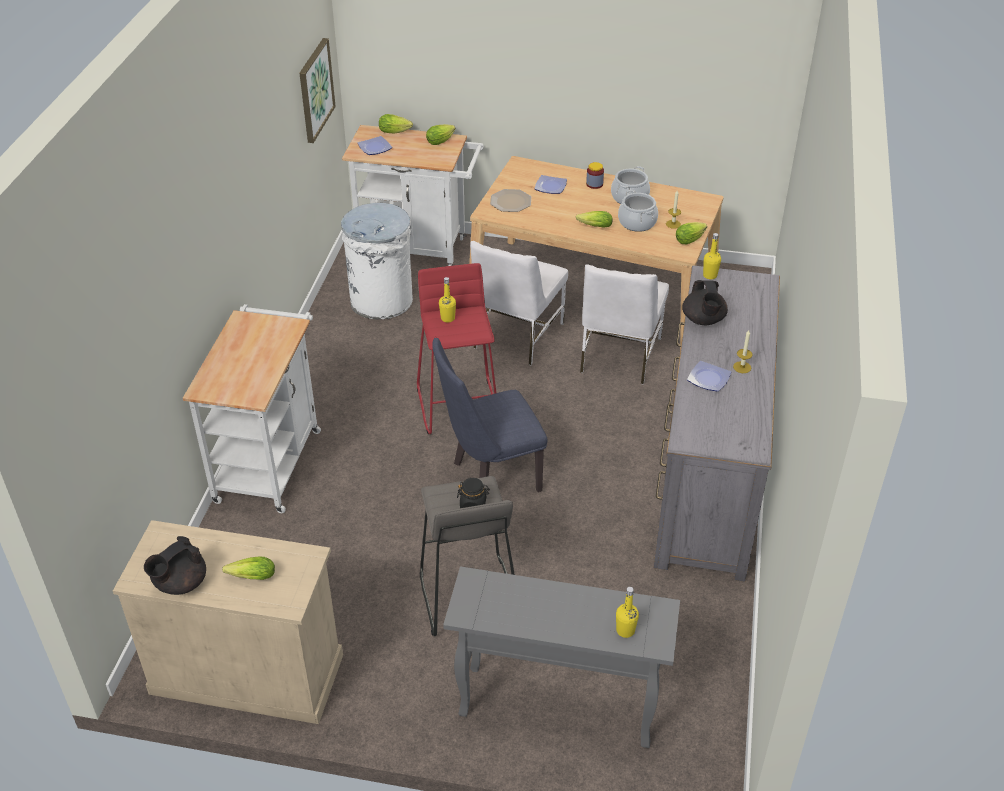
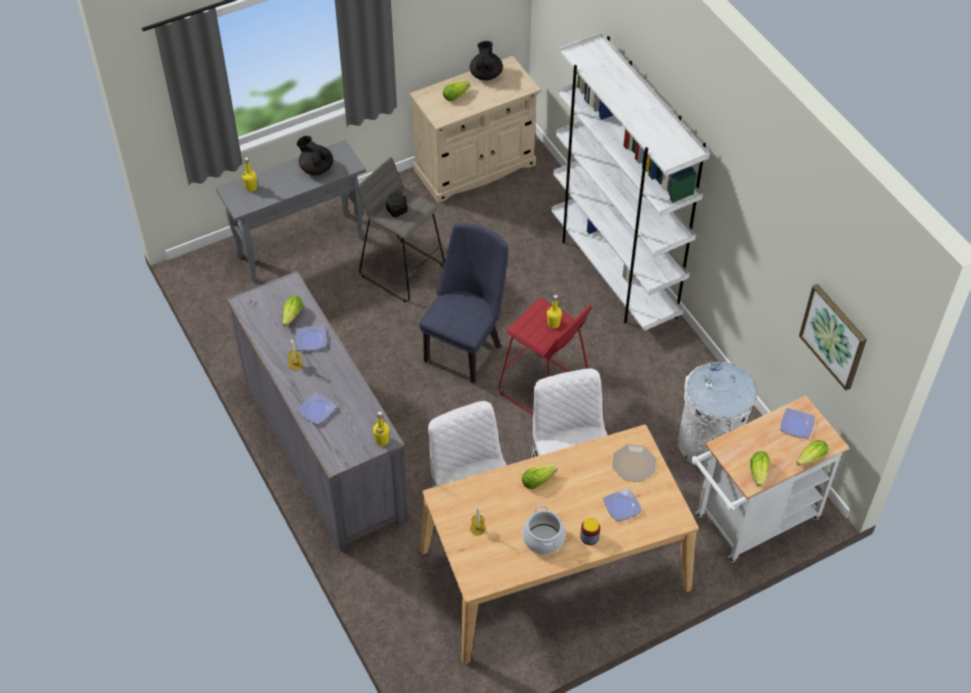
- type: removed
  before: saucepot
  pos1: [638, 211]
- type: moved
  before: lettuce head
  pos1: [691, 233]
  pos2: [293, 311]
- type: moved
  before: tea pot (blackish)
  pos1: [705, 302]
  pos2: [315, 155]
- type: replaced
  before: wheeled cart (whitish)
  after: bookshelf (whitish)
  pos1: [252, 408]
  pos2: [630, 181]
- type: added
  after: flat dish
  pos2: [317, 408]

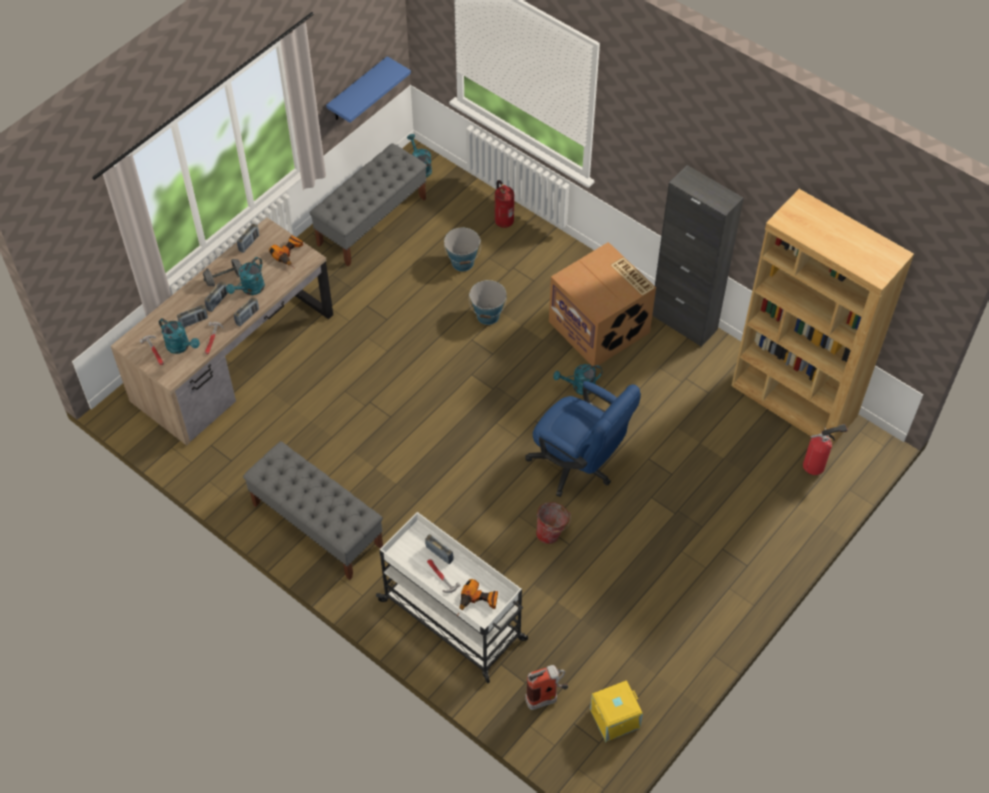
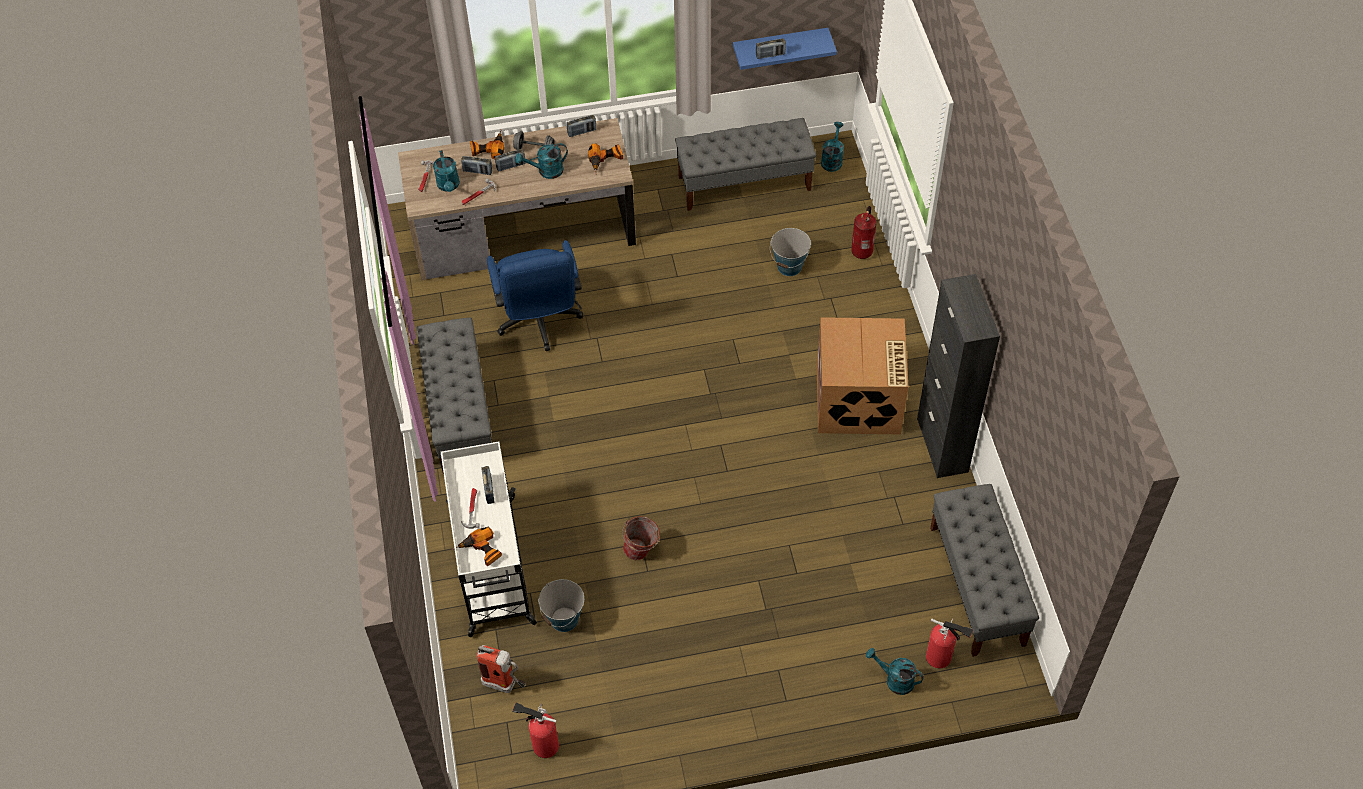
- type: replaced
  before: bookshelf (brown)
  after: long seat (gray)
  pos1: [822, 317]
  pos2: [984, 570]
- type: moved
  before: bucket
  pos1: [488, 302]
  pos2: [561, 605]
- type: moved
  before: radio
  pos1: [246, 311]
  pos2: [771, 48]
- type: moved
  before: watering can (blue-green)
  pos1: [578, 379]
  pos2: [895, 671]
- type: moved
  before: computer chair (blue)
  pos1: [583, 439]
  pos2: [535, 295]
- type: replaced
  before: storage box (yellow)
  after: fire-fighting cylinder
  pos1: [616, 711]
  pos2: [536, 730]
- type: added
  after: drill
  pos2: [487, 145]

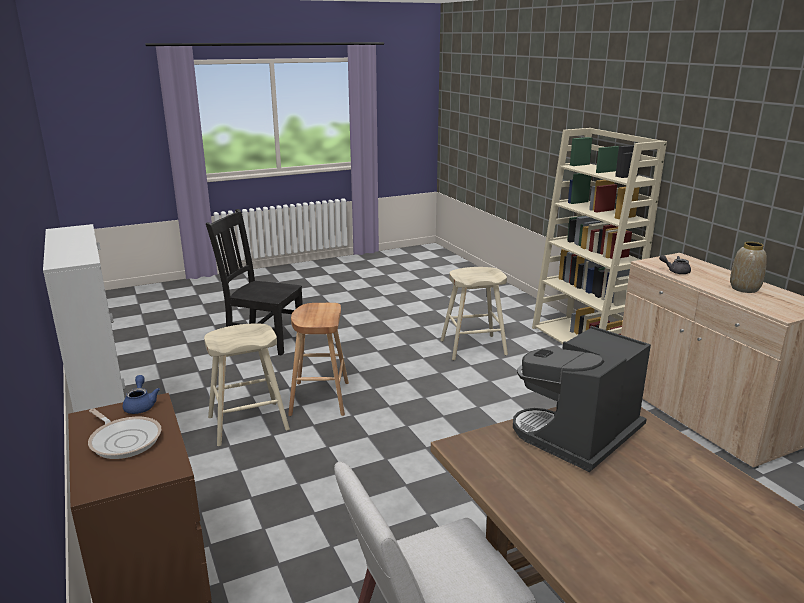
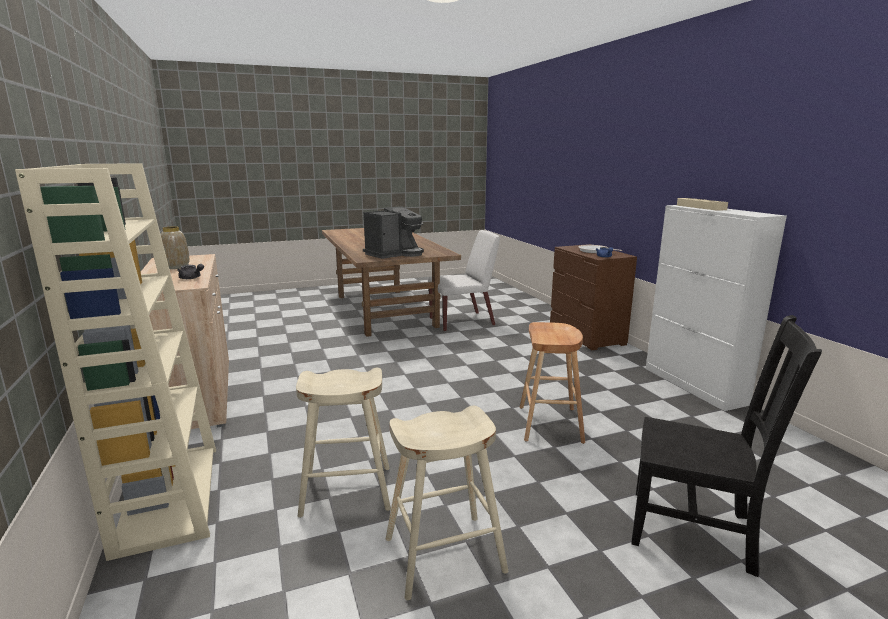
- type: moved
  before: stool seat (beige)
  pos1: [247, 385]
  pos2: [447, 503]
- type: added
  after: serving tray (beige)
  pos2: [702, 204]

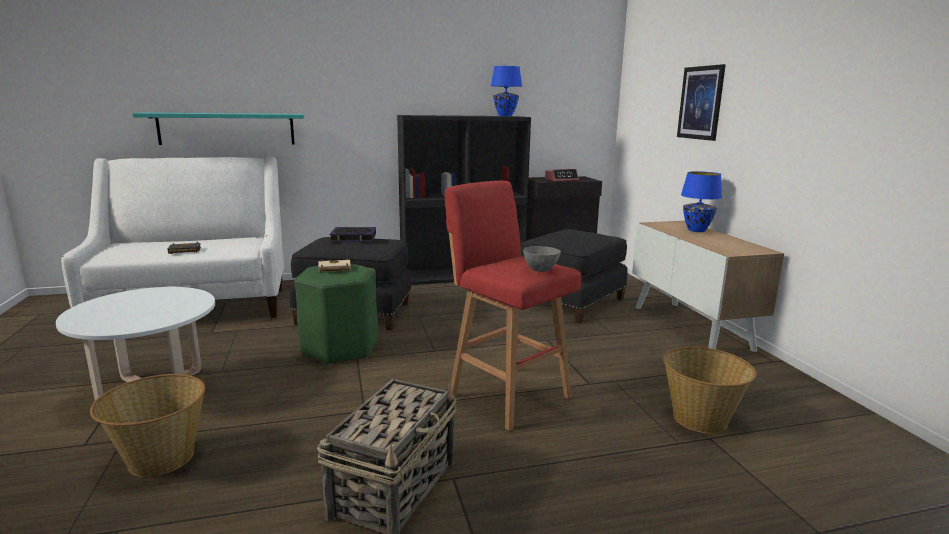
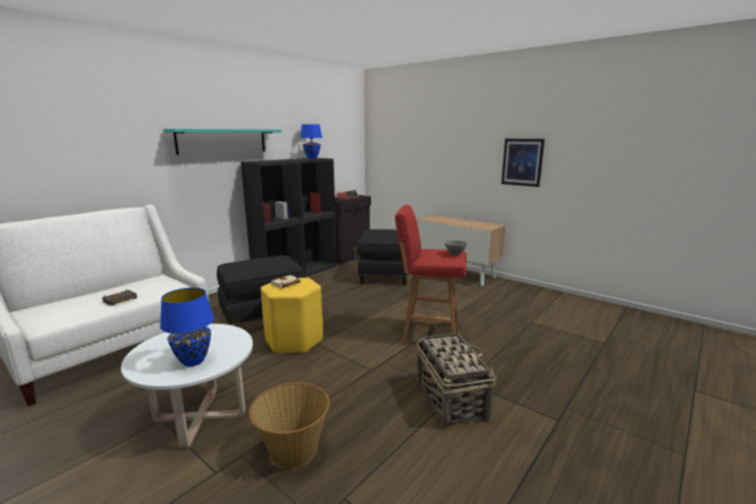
- type: moved
  before: picture
  pos1: [701, 102]
  pos2: [523, 163]
- type: moved
  before: bracket shelf (blue-green)
  pos1: [218, 129]
  pos2: [222, 142]
- type: moved
  before: table lamp (blue)
  pos1: [701, 201]
  pos2: [187, 327]
- type: removed
  before: book
  pos1: [353, 234]
- type: recoloured
  before: stool seat (green)
  after: stool seat (yellow)
  pos1: [336, 314]
  pos2: [292, 316]
- type: removed
  before: household basket
  pos1: [710, 390]

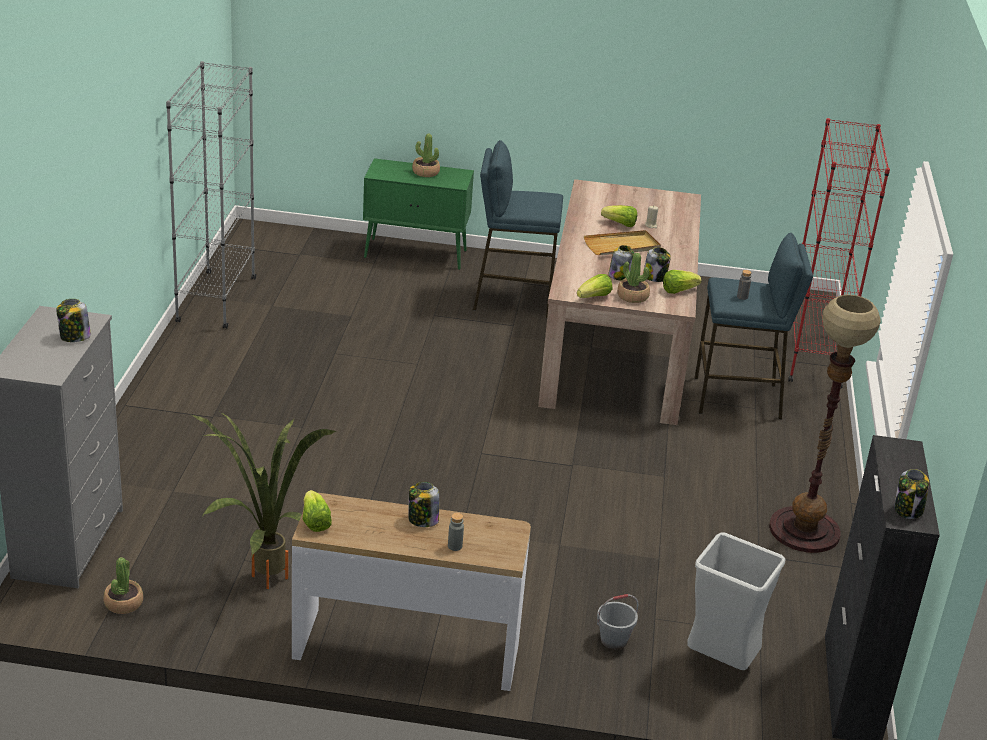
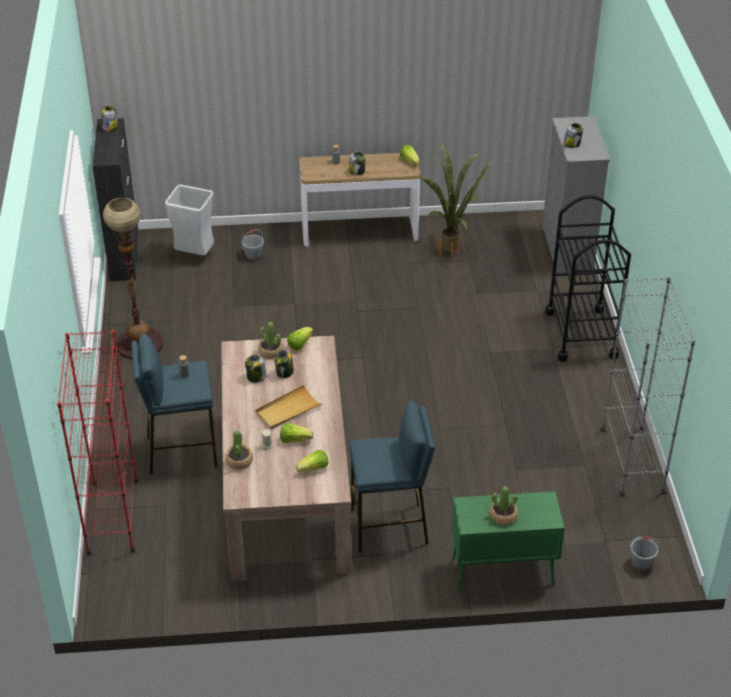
- type: moved
  before: lettuce head
  pos1: [682, 282]
  pos2: [312, 461]
- type: moved
  before: houseplant
  pos1: [123, 585]
  pos2: [239, 450]
- type: added
  after: wheeled cart (blackish)
  pos2: [588, 278]
- type: added
  after: bucket (gray)
  pos2: [645, 553]

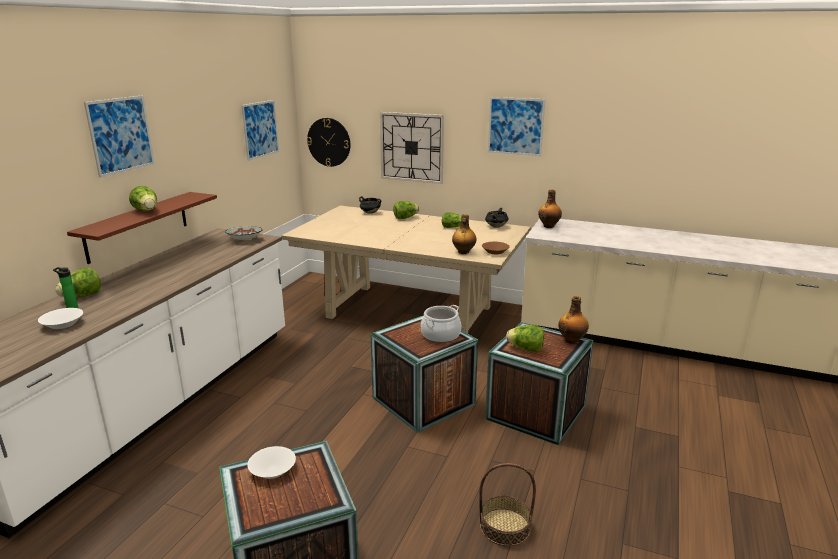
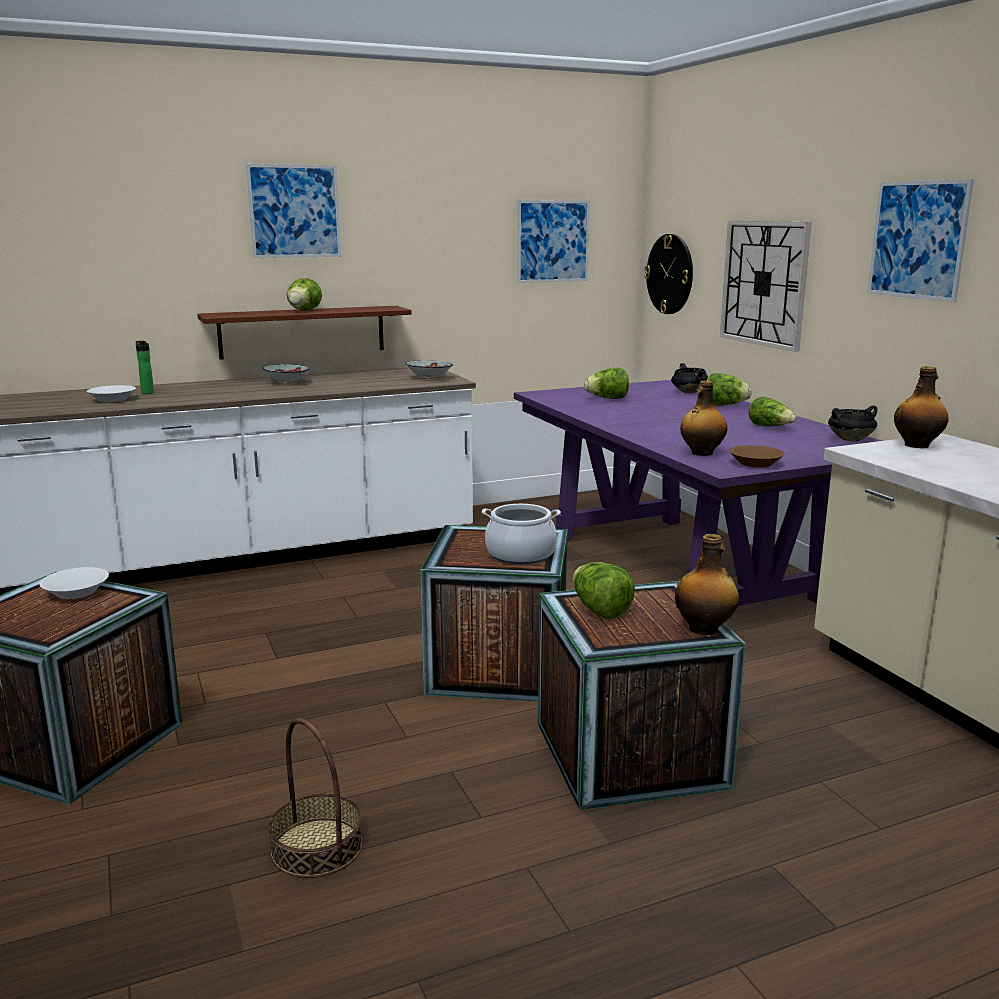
- type: recoloured
  before: kitchen table (beige)
  after: kitchen table (purple-coloured)
  pos1: [406, 269]
  pos2: [698, 493]
- type: moved
  before: lettuce head
  pos1: [78, 282]
  pos2: [606, 383]
- type: added
  after: serving bowl
  pos2: [285, 373]

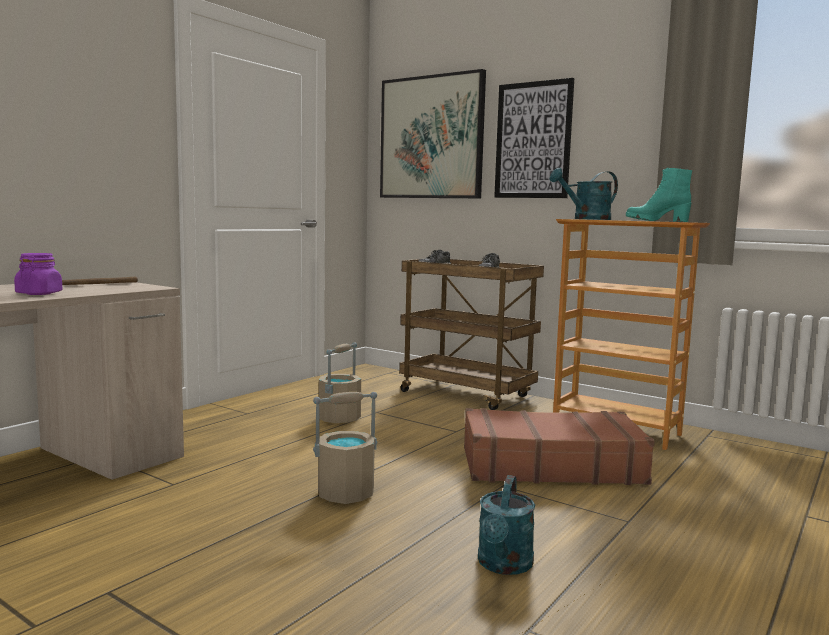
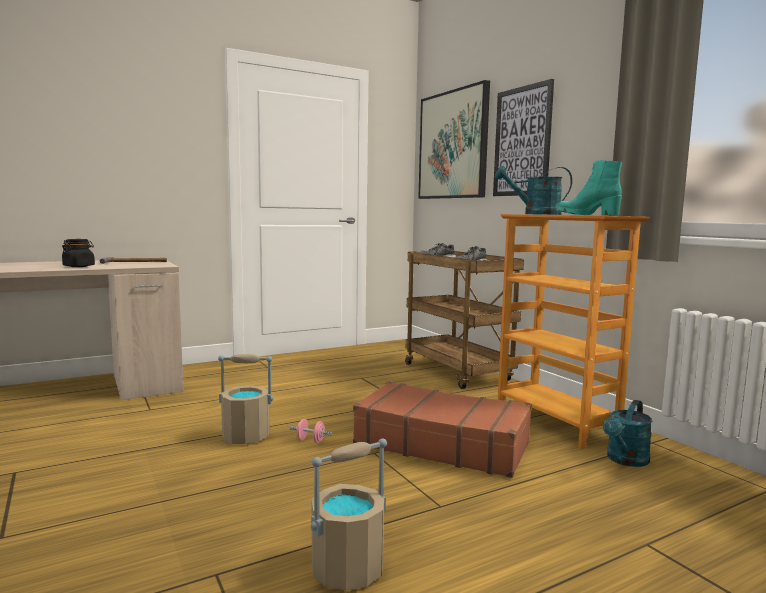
- type: recoloured
  before: storage jar (purple-coloured)
  after: storage jar (blackish)
  pos1: [38, 274]
  pos2: [78, 253]
- type: moved
  before: bucket (beige)
  pos1: [340, 382]
  pos2: [349, 515]
- type: moved
  before: watering can (blue-green)
  pos1: [506, 525]
  pos2: [628, 433]
- type: added
  after: dumbbell (pink)
  pos2: [311, 431]

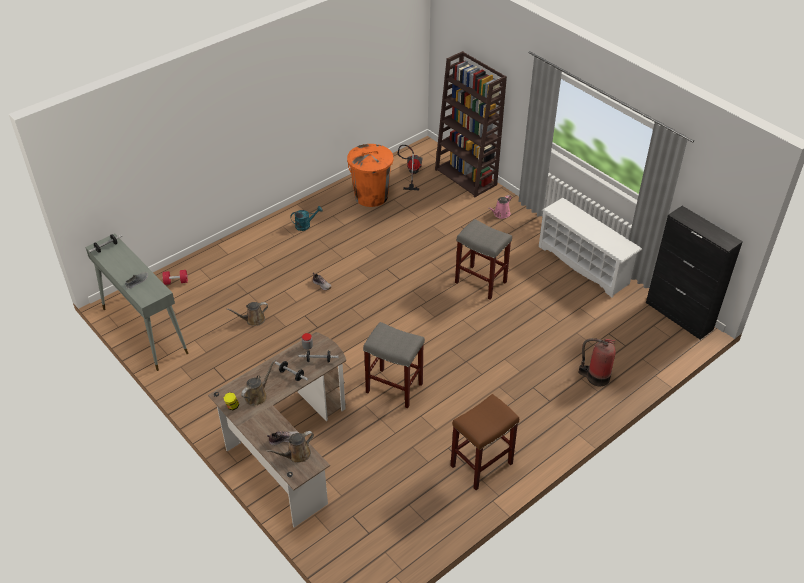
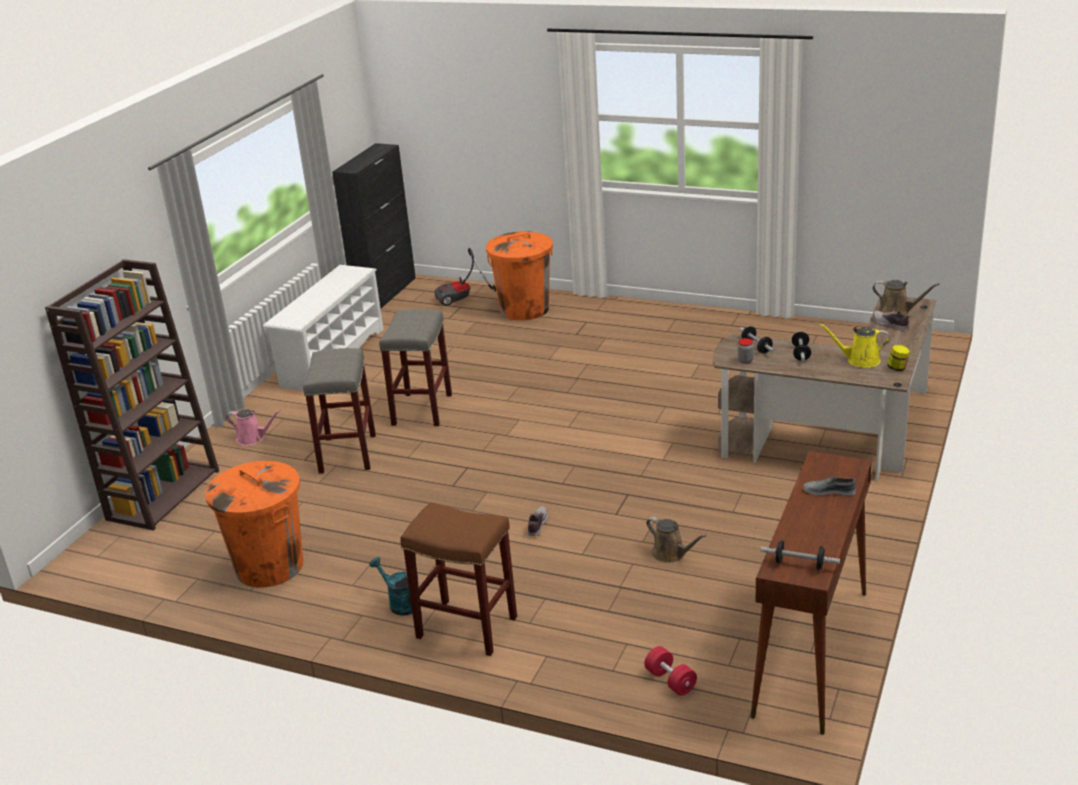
- type: moved
  before: vacuum cleaner
  pos1: [410, 167]
  pos2: [465, 277]
- type: recoloured
  before: hall table (gray)
  after: hall table (brown)
  pos1: [136, 302]
  pos2: [811, 593]
- type: moved
  before: stool seat (gray)
  pos1: [394, 365]
  pos2: [339, 411]
- type: replaced
  before: fire-fighting cylinder
  after: trash can (orangey)
  pos1: [597, 362]
  pos2: [519, 275]
- type: recoloured
  before: watering can (brown)
  after: watering can (yellow)
  pos1: [258, 383]
  pos2: [855, 346]
- type: moved
  before: stool seat (brown)
  pos1: [484, 442]
  pos2: [458, 579]

